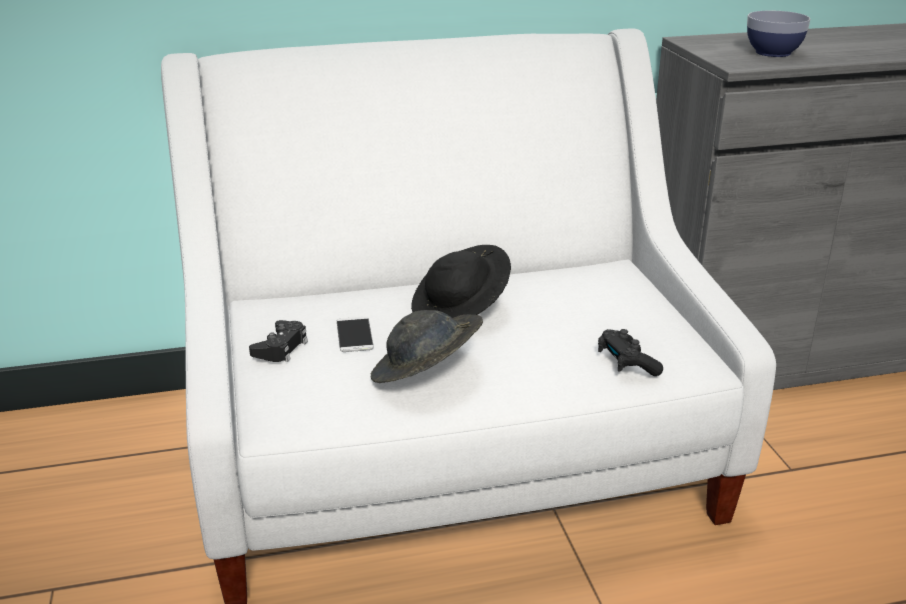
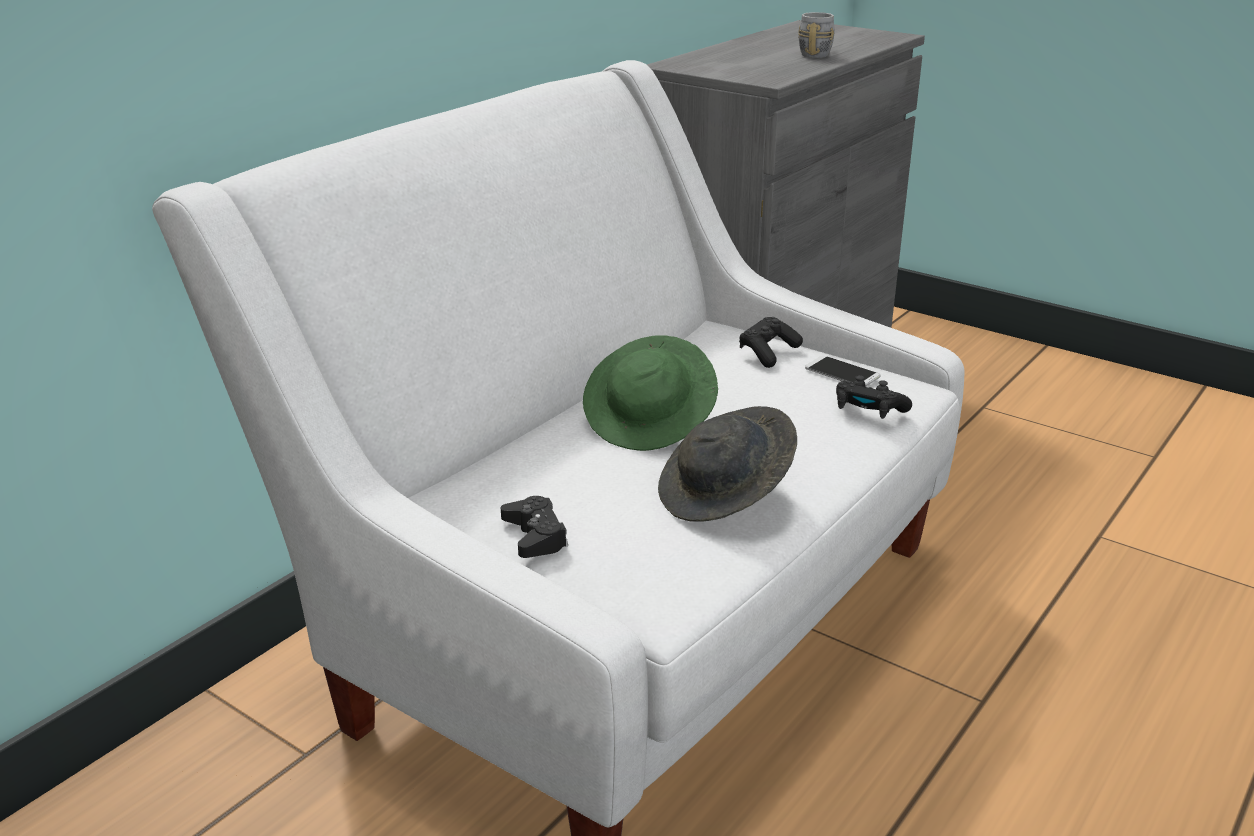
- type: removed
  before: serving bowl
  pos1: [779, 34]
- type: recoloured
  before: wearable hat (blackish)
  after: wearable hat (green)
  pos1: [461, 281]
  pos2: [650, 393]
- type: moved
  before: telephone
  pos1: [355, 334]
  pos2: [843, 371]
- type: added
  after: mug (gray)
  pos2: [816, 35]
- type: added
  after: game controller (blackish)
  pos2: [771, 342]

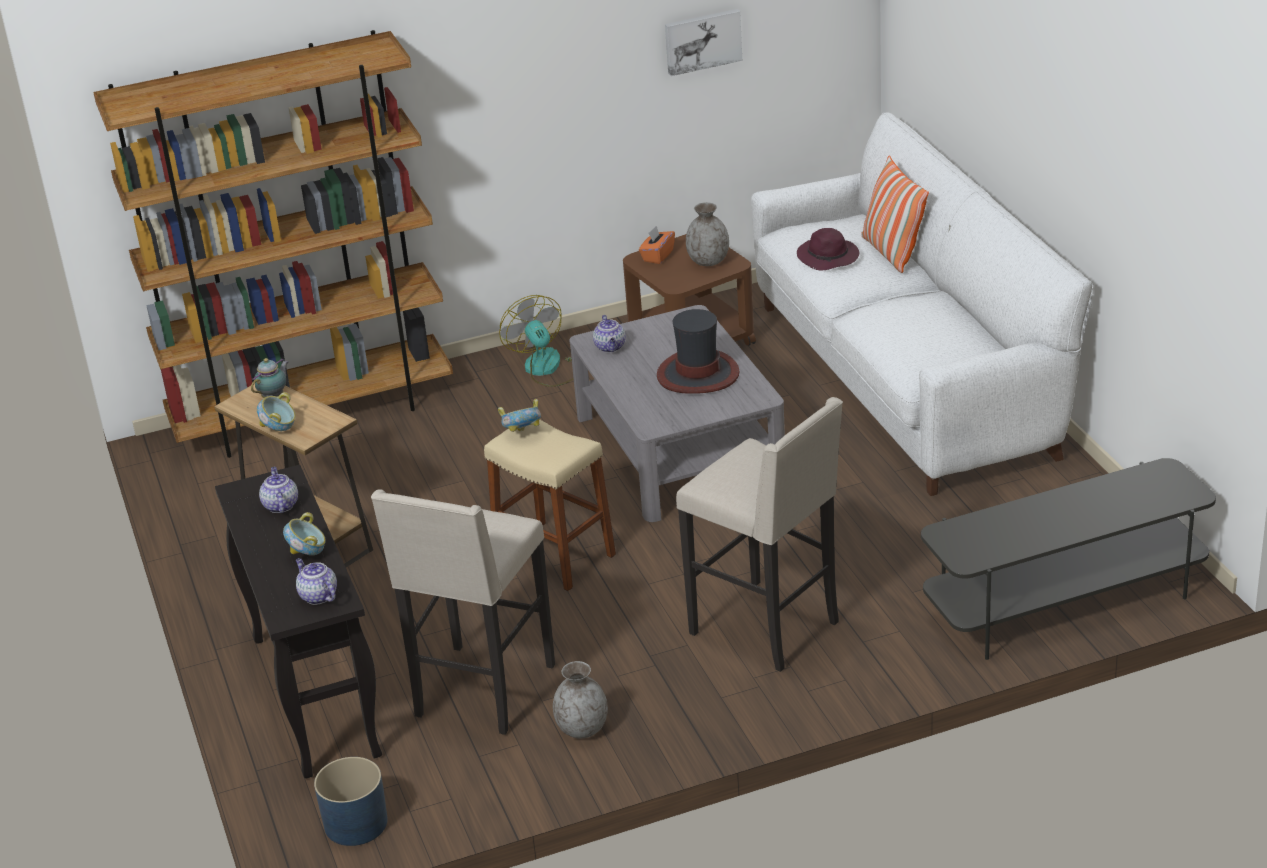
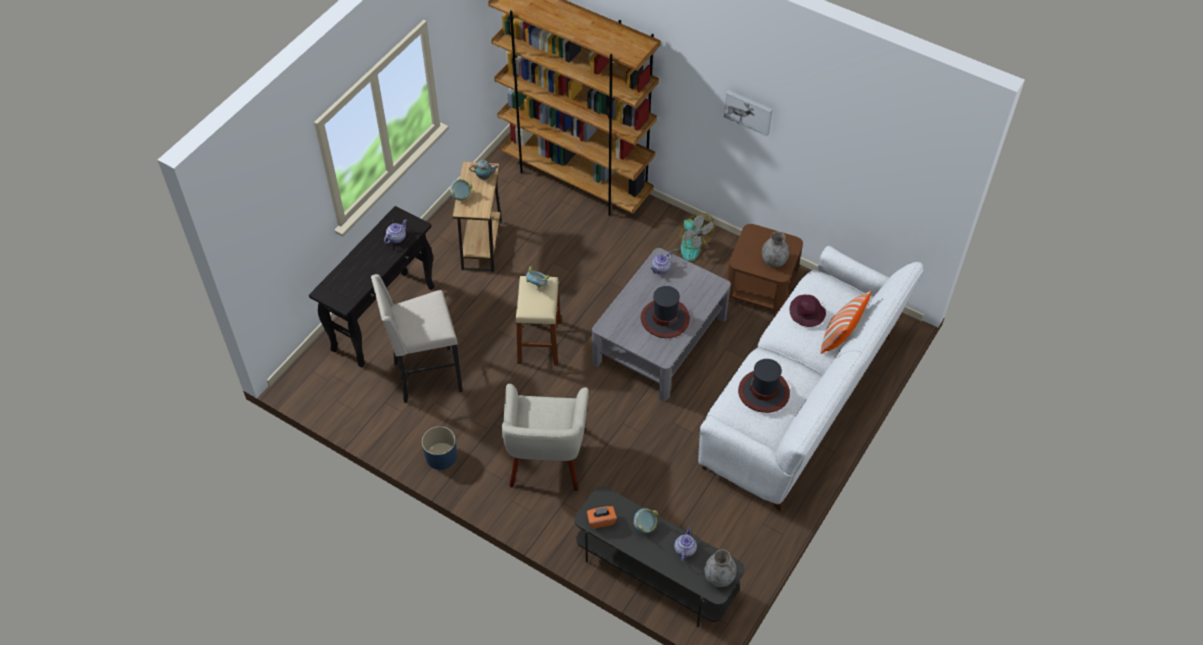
- type: moved
  before: picture
  pos1: [703, 42]
  pos2: [748, 113]
- type: moved
  before: tissue box (orangey)
  pos1: [657, 245]
  pos2: [602, 517]
- type: turned
  before: cooling fan
  pos1: [536, 341]
  pos2: [688, 237]
  turn: 120
- type: replaced
  before: stool seat (beige)
  after: armchair (beige)
  pos1: [759, 534]
  pos2: [545, 437]
- type: moved
  before: serving bowl
  pos1: [304, 533]
  pos2: [645, 521]
- type: moved
  before: tea pot
  pos1: [316, 581]
  pos2: [685, 544]
- type: moved
  before: decorative vase (gray)
  pos1: [580, 700]
  pos2: [720, 568]
- type: moved
  before: plant pot (blue)
  pos1: [351, 801]
  pos2: [439, 448]
- type: added
  after: wearable hat
  pos2: [764, 386]

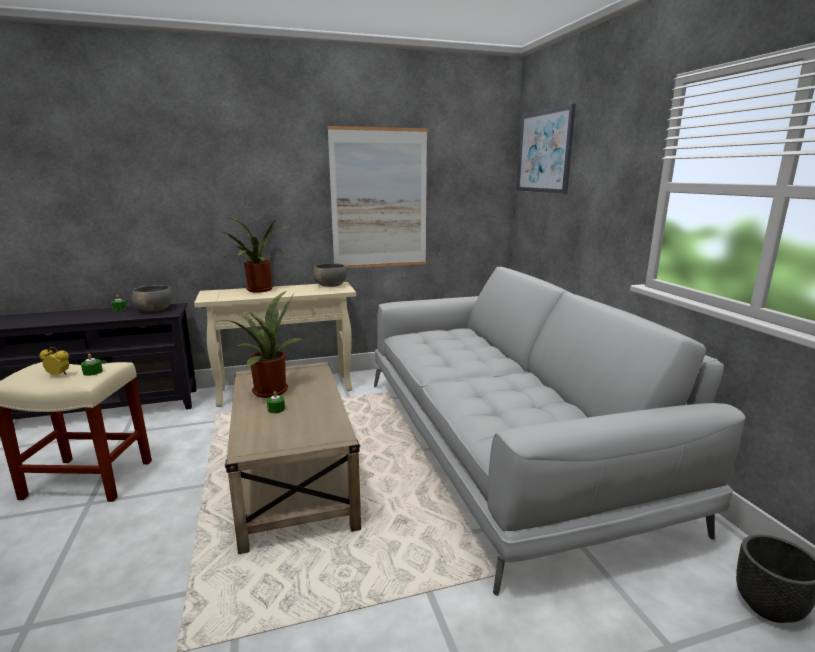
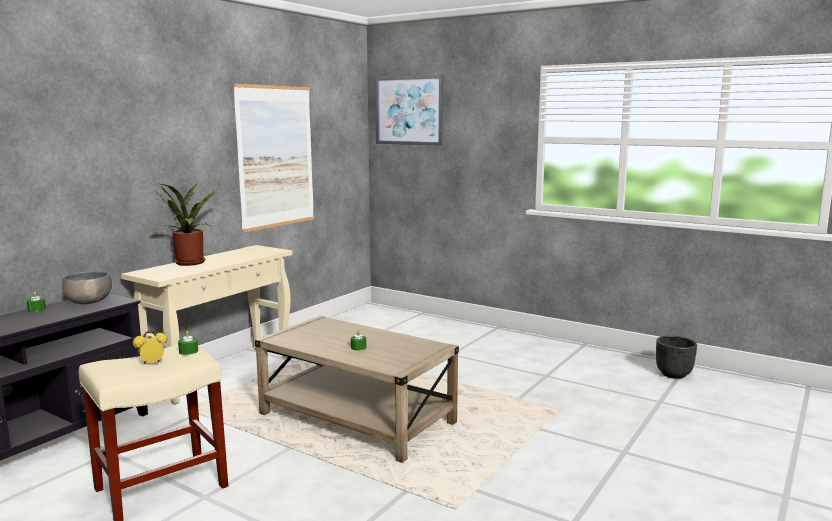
- type: removed
  before: serving bowl (gray)
  pos1: [330, 275]
- type: removed
  before: sofa (gray)
  pos1: [559, 431]
- type: removed
  before: houseplant
  pos1: [259, 344]

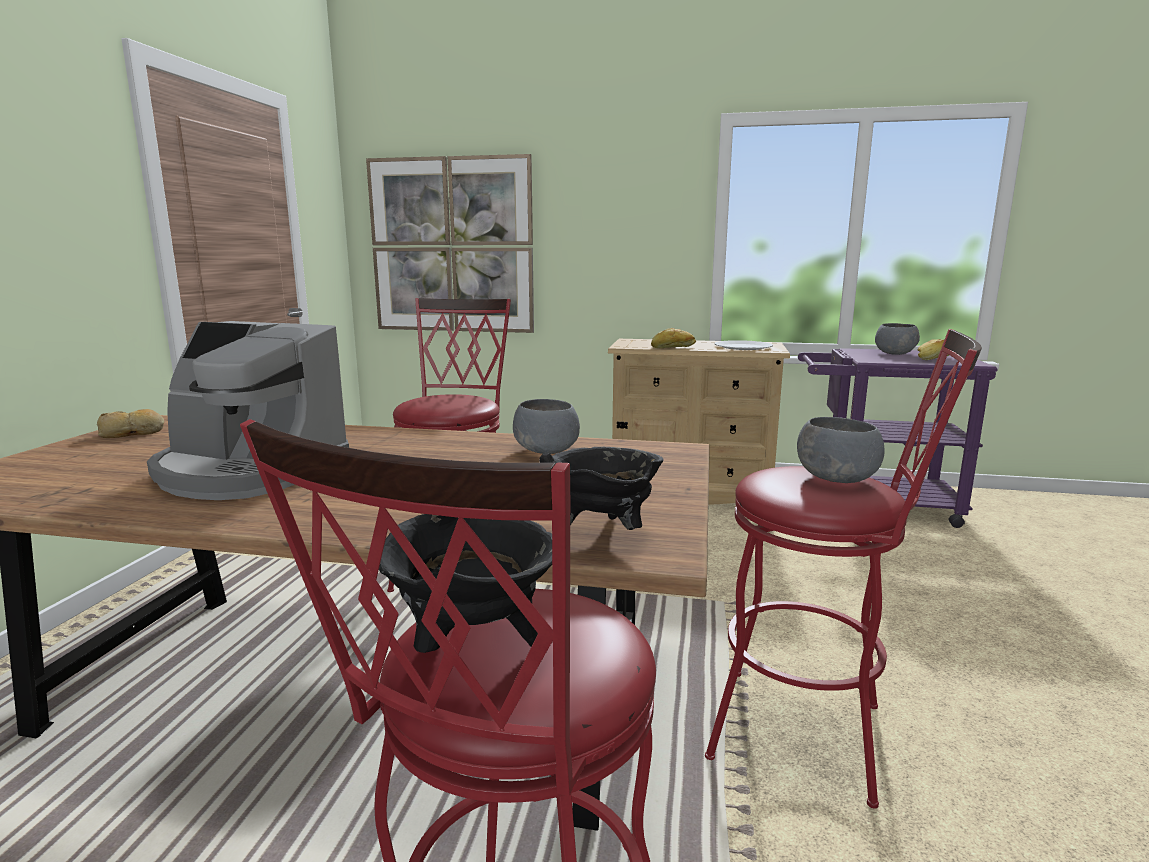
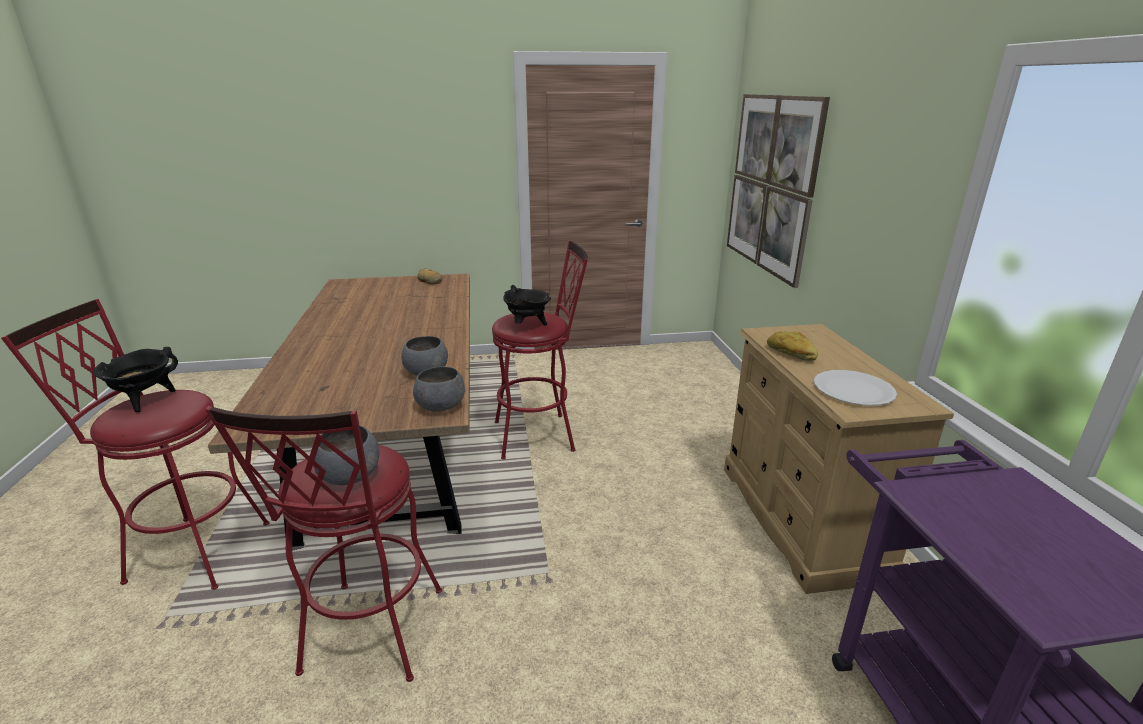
- type: removed
  before: coffee maker
  pos1: [248, 410]
- type: moved
  before: serving bowl (gray)
  pos1: [897, 339]
  pos2: [439, 389]
- type: removed
  before: baked bread
  pos1: [933, 349]
- type: moved
  before: saucepot (blackish)
  pos1: [601, 488]
  pos2: [527, 305]

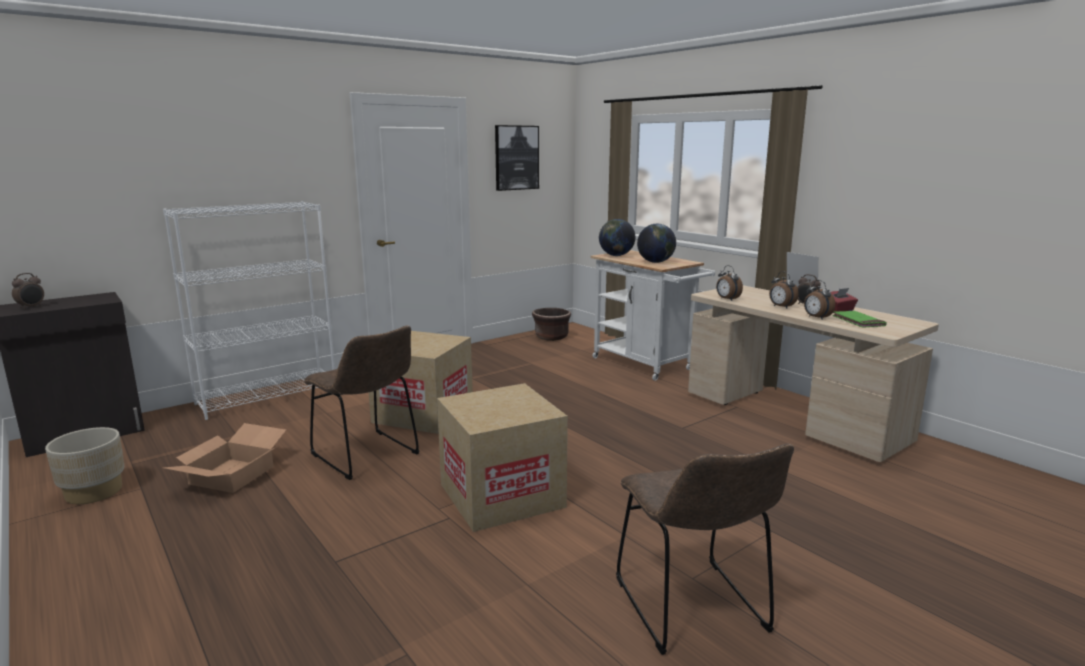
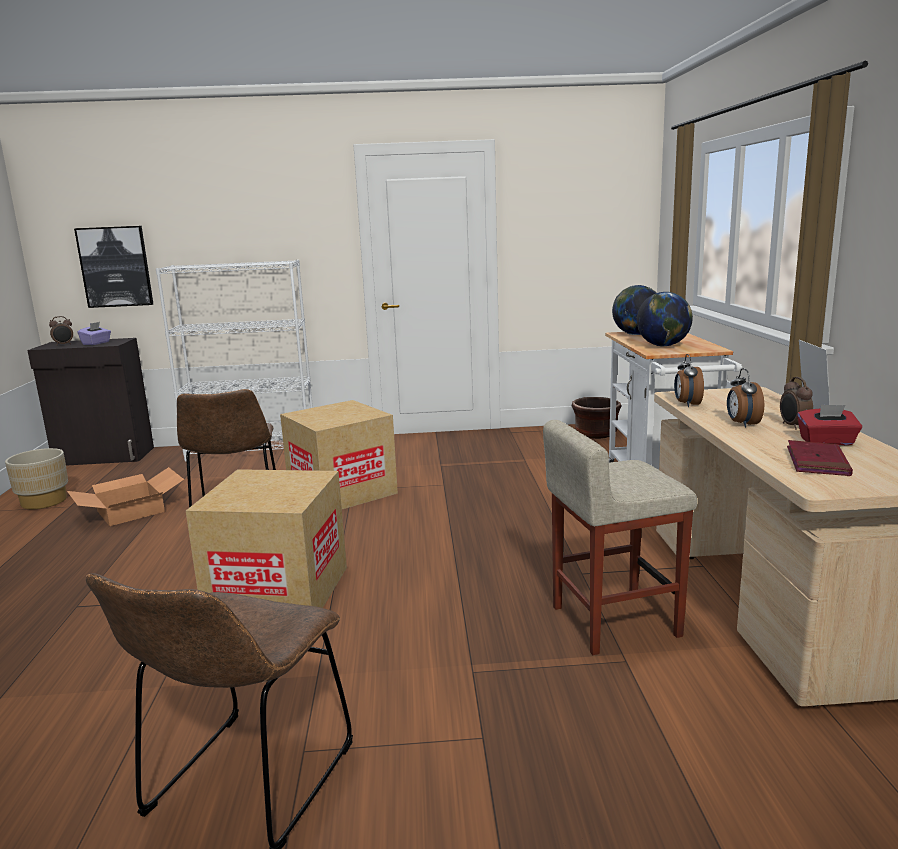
- type: moved
  before: picture
  pos1: [517, 158]
  pos2: [113, 267]
- type: removed
  before: alarm clock
  pos1: [819, 300]
- type: recoloured
  before: book (green)
  after: book (red-coloured)
  pos1: [859, 319]
  pos2: [820, 458]
- type: added
  after: tissue box (purple-coloured)
  pos2: [94, 333]
- type: added
  after: stool seat (beige)
  pos2: [620, 537]

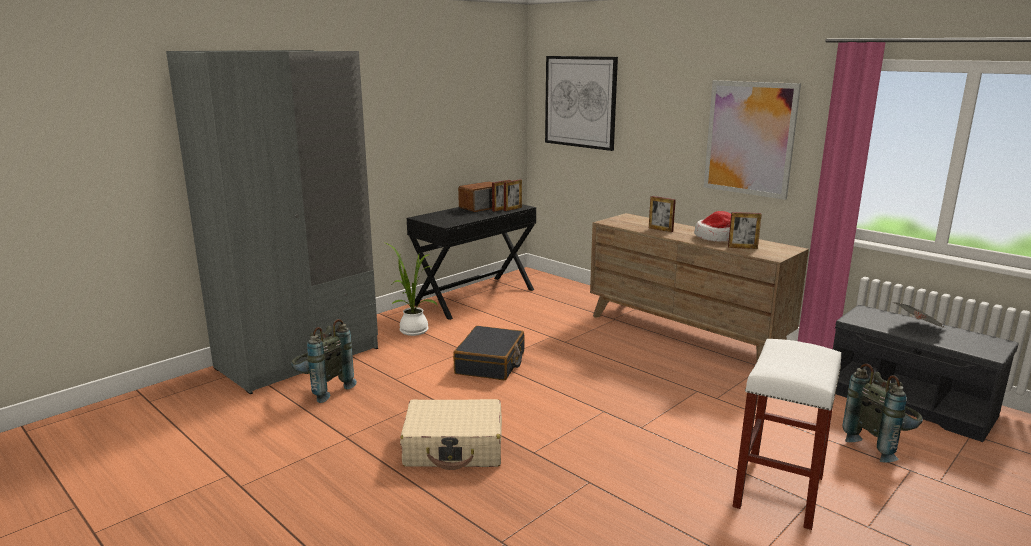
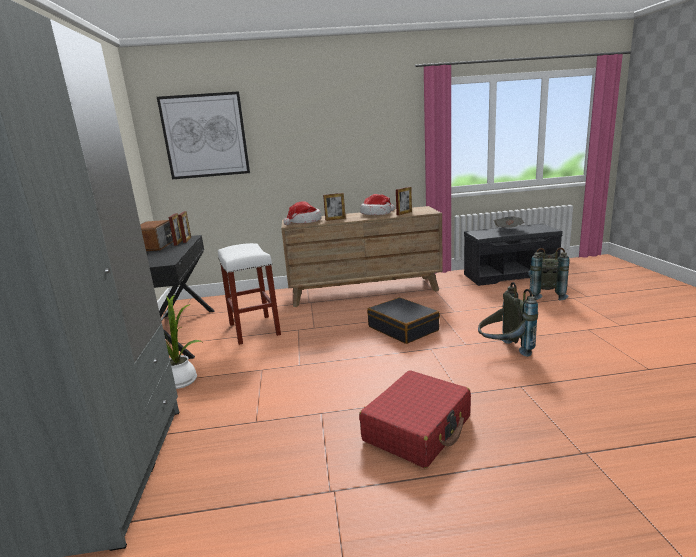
- type: removed
  before: picture
  pos1: [752, 140]
- type: moved
  before: rucksack (gray)
  pos1: [324, 361]
  pos2: [508, 319]
- type: moved
  before: travel case (blackish)
  pos1: [489, 353]
  pos2: [403, 320]
- type: moved
  before: stool seat (whitish)
  pos1: [787, 434]
  pos2: [249, 294]
- type: recoloured
  before: travel case (beige)
  after: travel case (red-coloured)
  pos1: [451, 434]
  pos2: [415, 419]
- type: added
  after: wearable hat
  pos2: [302, 213]

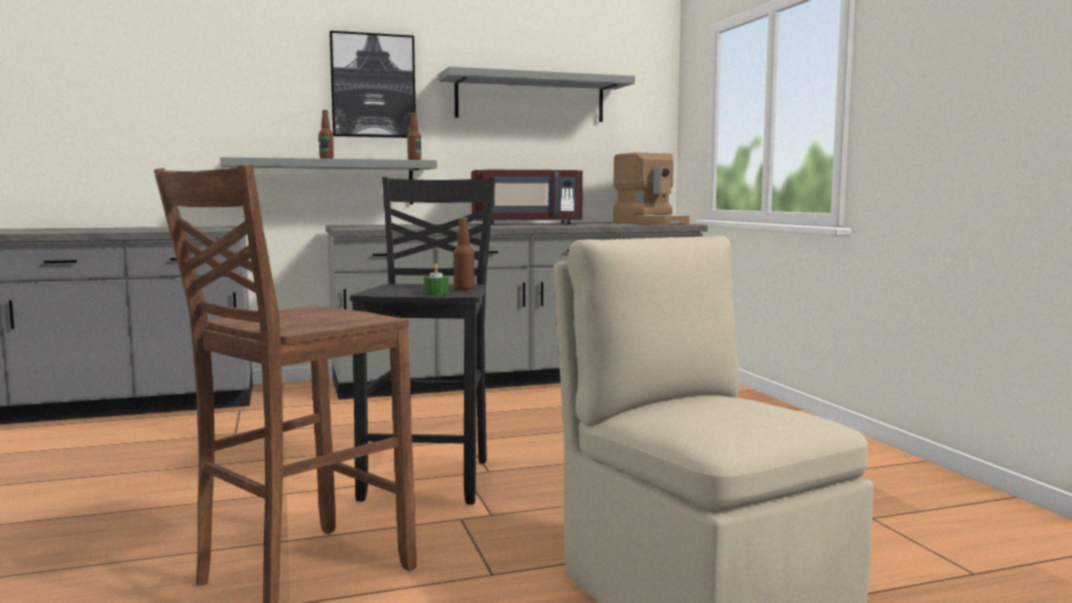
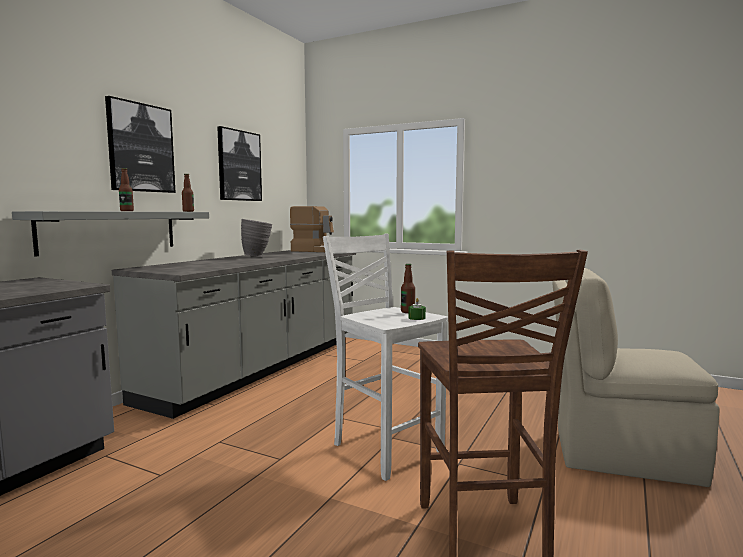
- type: replaced
  before: bracket shelf (gray)
  after: picture
  pos1: [537, 94]
  pos2: [239, 163]
- type: replaced
  before: kitchen microwave (red-coloured)
  after: decorative vase (gray)
  pos1: [527, 197]
  pos2: [256, 238]
- type: recoloured
  before: stool seat (blackish)
  after: stool seat (whitish)
  pos1: [422, 341]
  pos2: [385, 357]

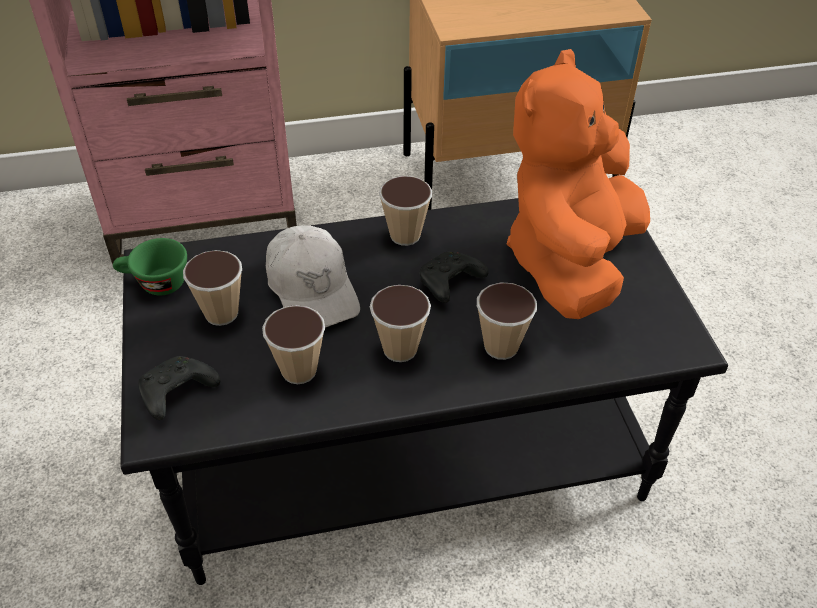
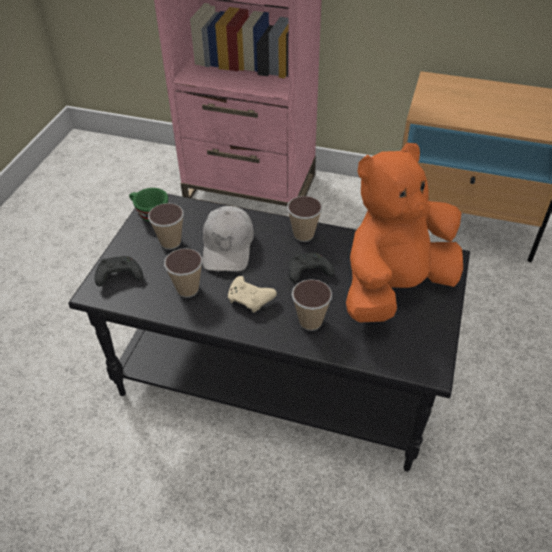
- type: replaced
  before: cup
  after: game controller (beige)
  pos1: [400, 323]
  pos2: [252, 294]

